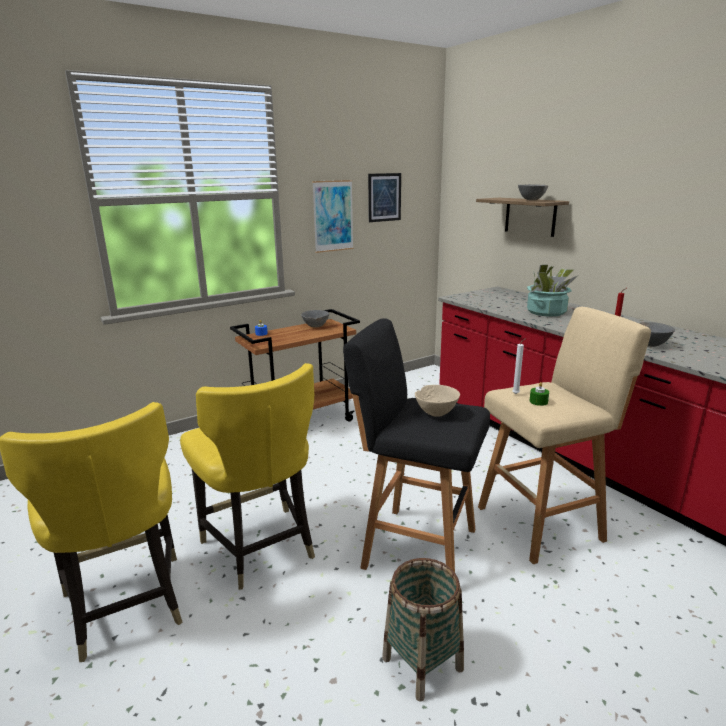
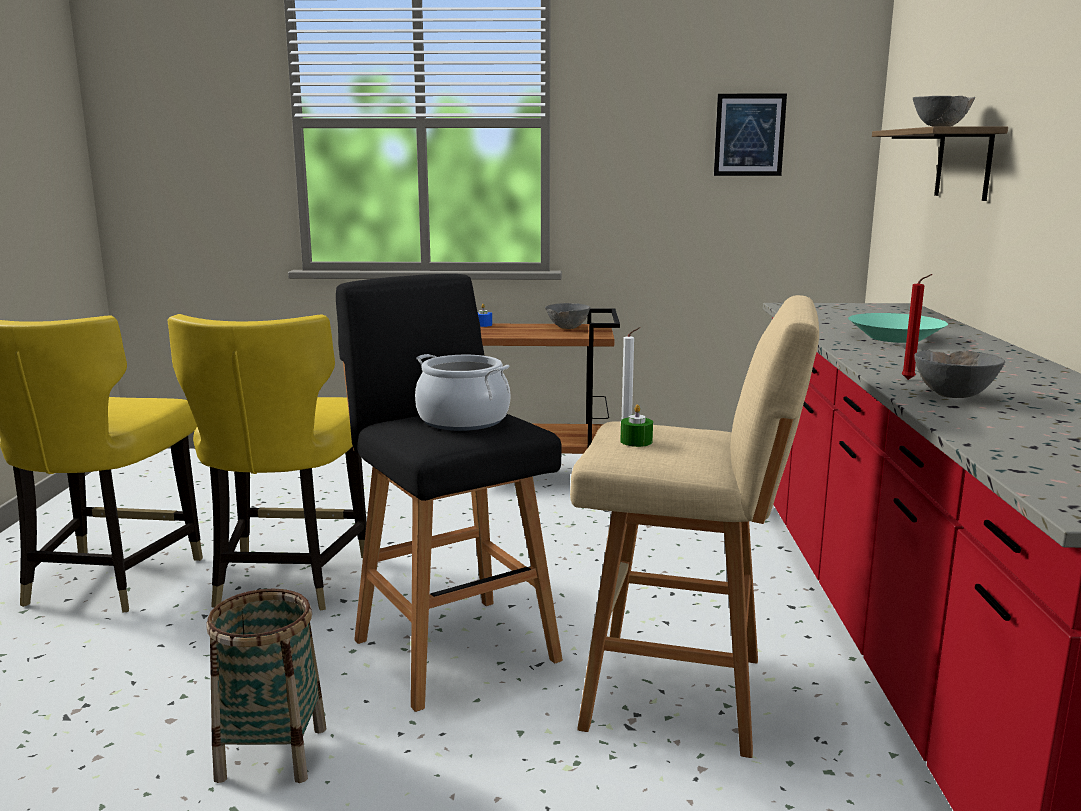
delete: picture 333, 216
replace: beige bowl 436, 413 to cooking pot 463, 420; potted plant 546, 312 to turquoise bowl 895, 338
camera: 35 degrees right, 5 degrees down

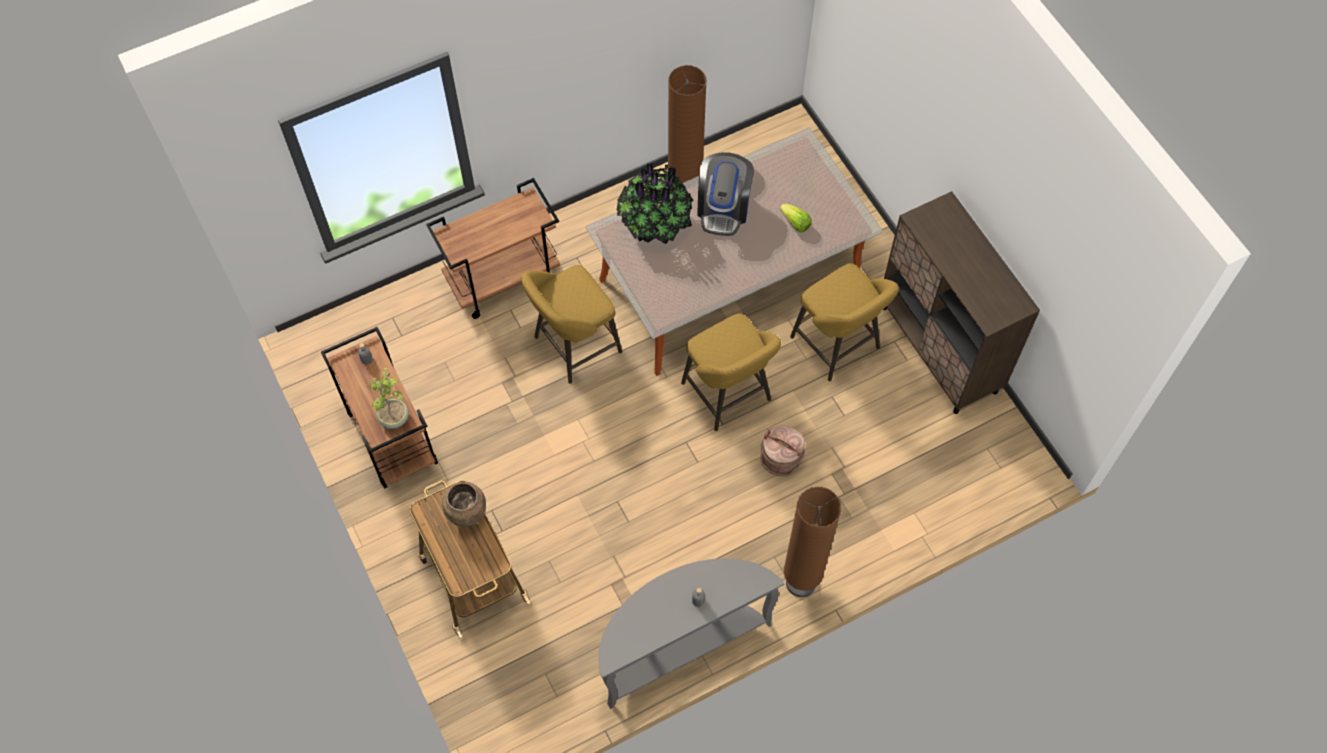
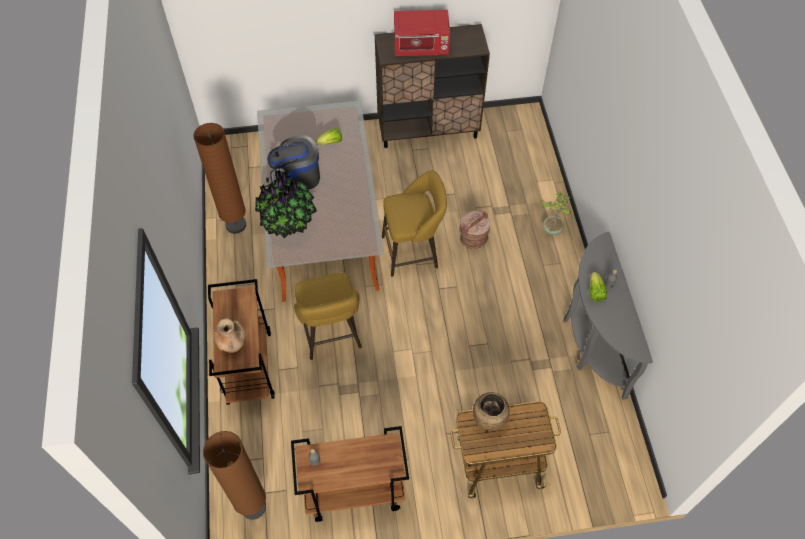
delete: yellow stool 838, 346
insert: brown vase 232, 343; red microwave 421, 48; lettuce 595, 292
move: brown floor lamp 800, 583 to 253, 507; potted plant 395, 418 to 552, 229
rotate: coffee machine 723, 208 = 297, 178 135 degrees clockwise
camera: 70 degrees left, 5 degrees down

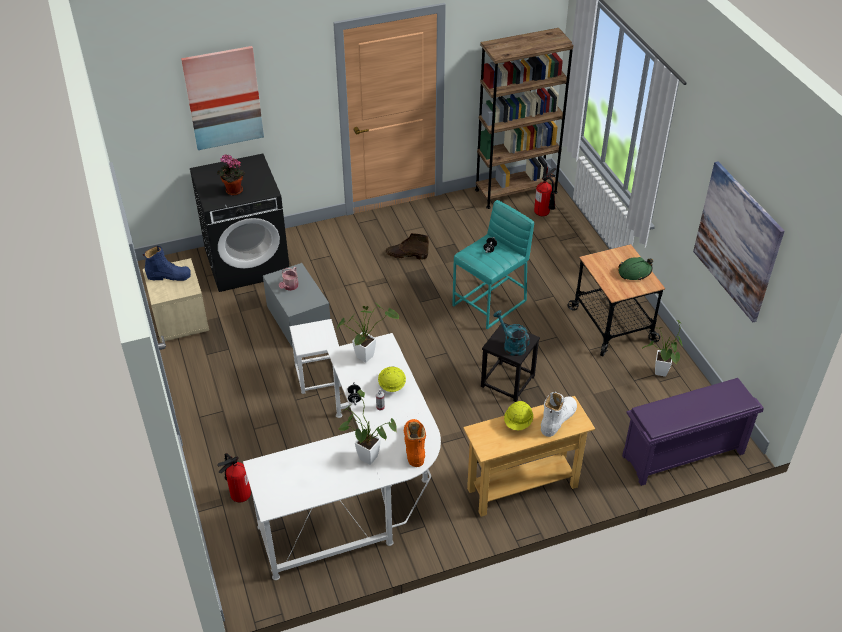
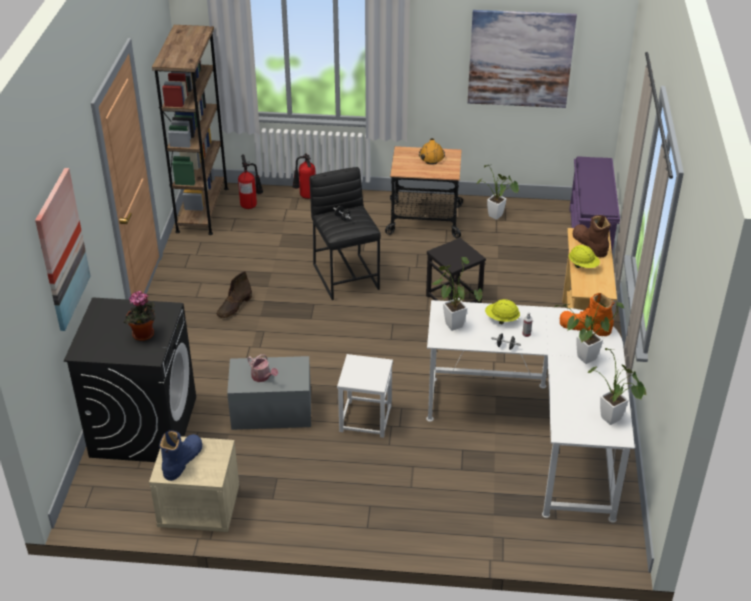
delete: turquoise watering can 511, 345
insert: potted plant 613, 421
move: fire extinguisher 238, 495 to 305, 197
recolor: turquoise stool 490, 303 to black stool 346, 276; green hard hat 634, 272 to orange hard hat 431, 156; white boot 558, 419 to brown boot 589, 244
camera: 65 degrees left, 5 degrees down

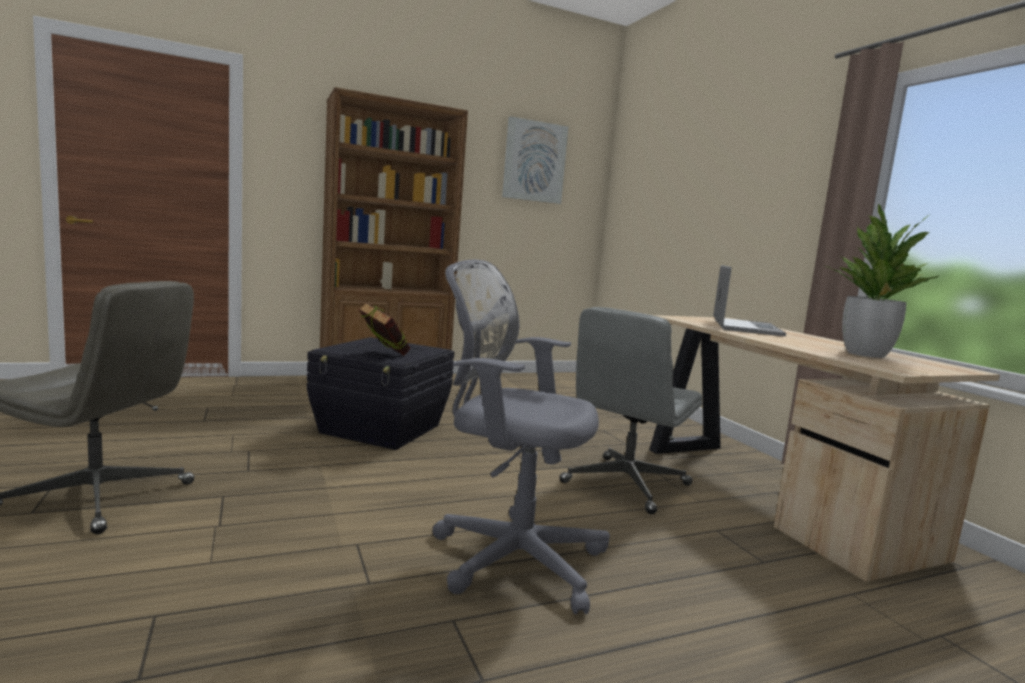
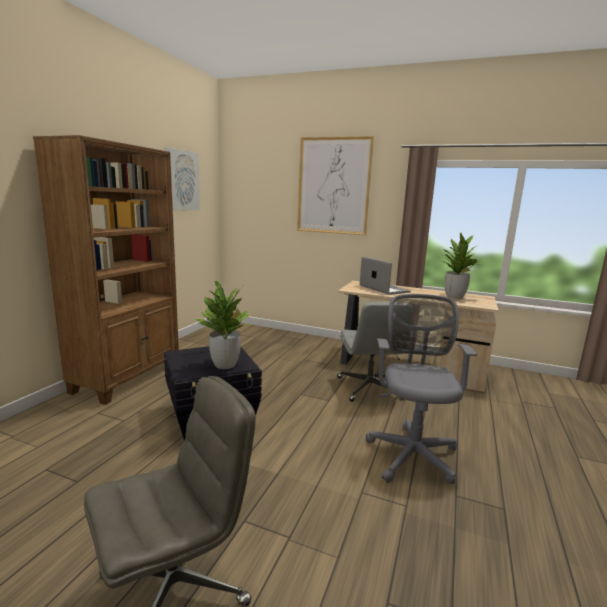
insert: picture 333, 186
replace: book 383, 355 to potted plant 225, 365
rotate: grey office chair 511, 557 = 412, 452 120 degrees clockwise
camera: 45 degrees left, 5 degrees up

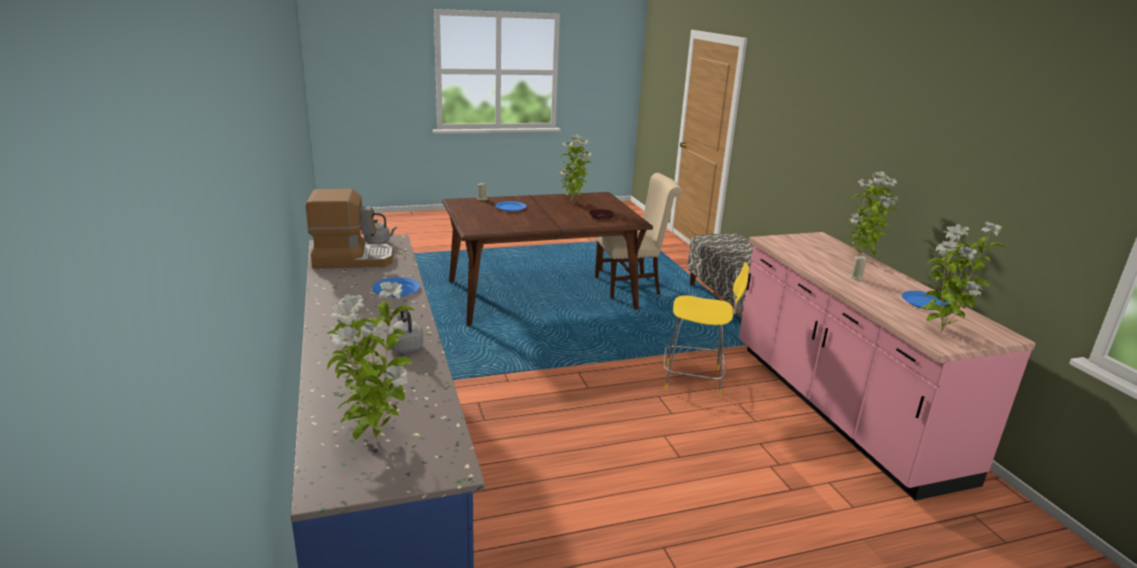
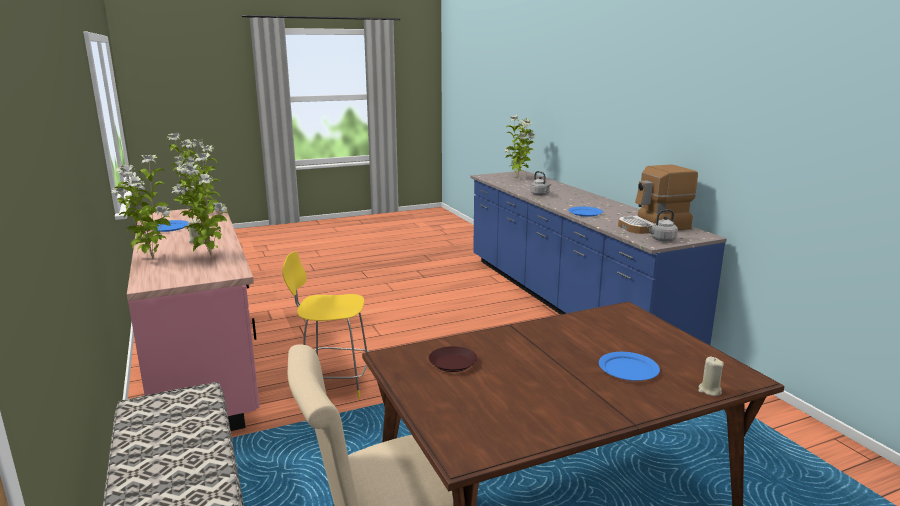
move: potted plant 572, 202 to 208, 256
camera: 175 degrees right, 5 degrees down

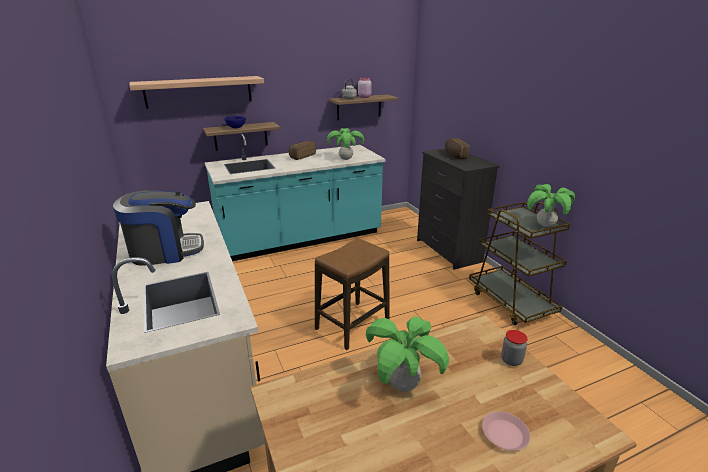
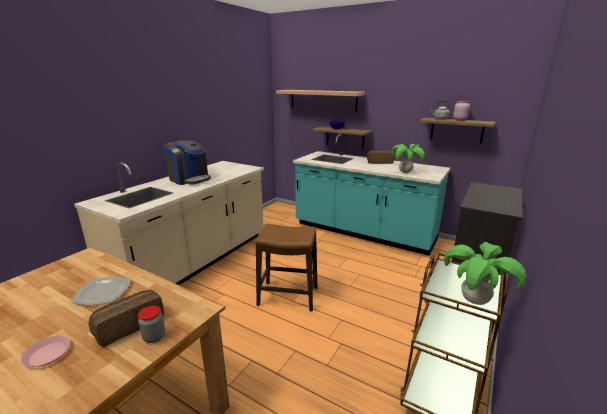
move: bread 454, 155 to 129, 325
replace: potted plant 403, 385 to plate 103, 292
camera: 55 degrees right, 5 degrees down

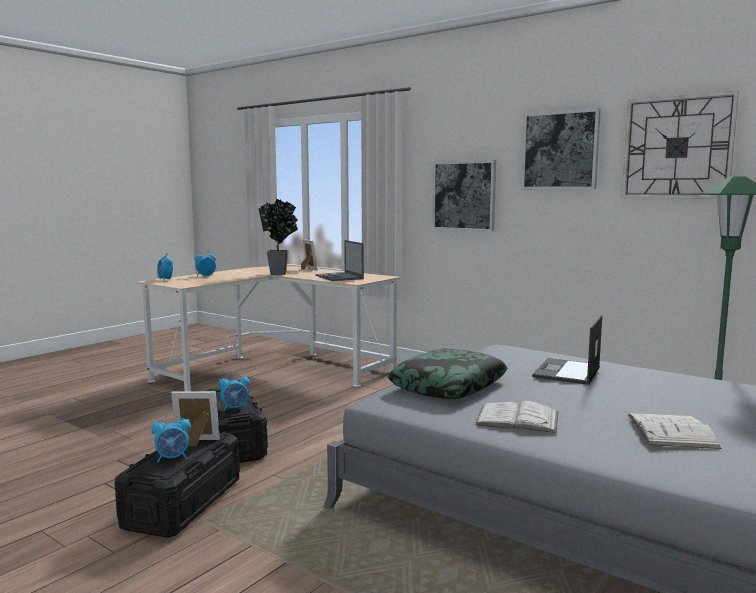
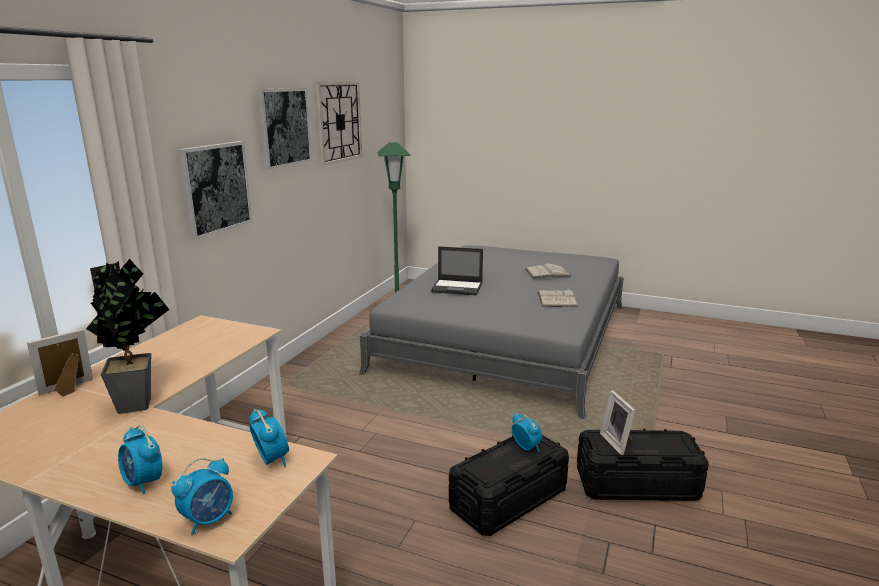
delete: laptop 339, 277; pillow 448, 386
move: alarm clock 173, 458 to 271, 459
camera: 105 degrees left, 10 degrees up

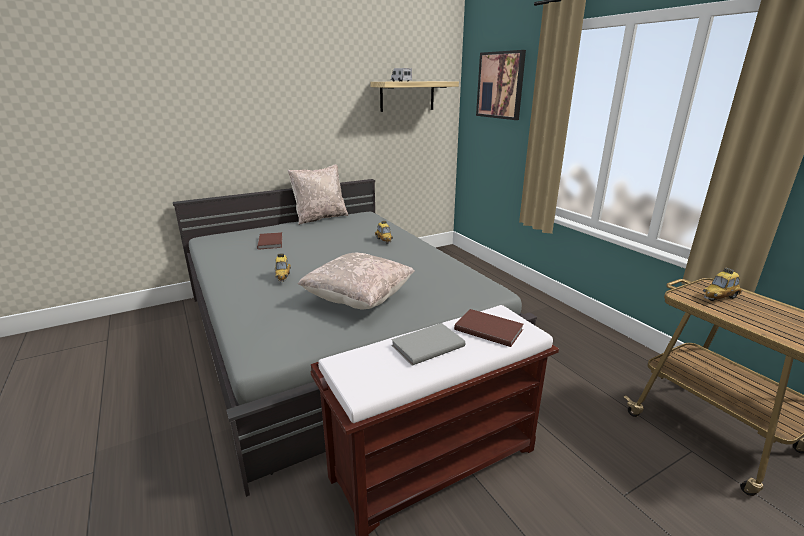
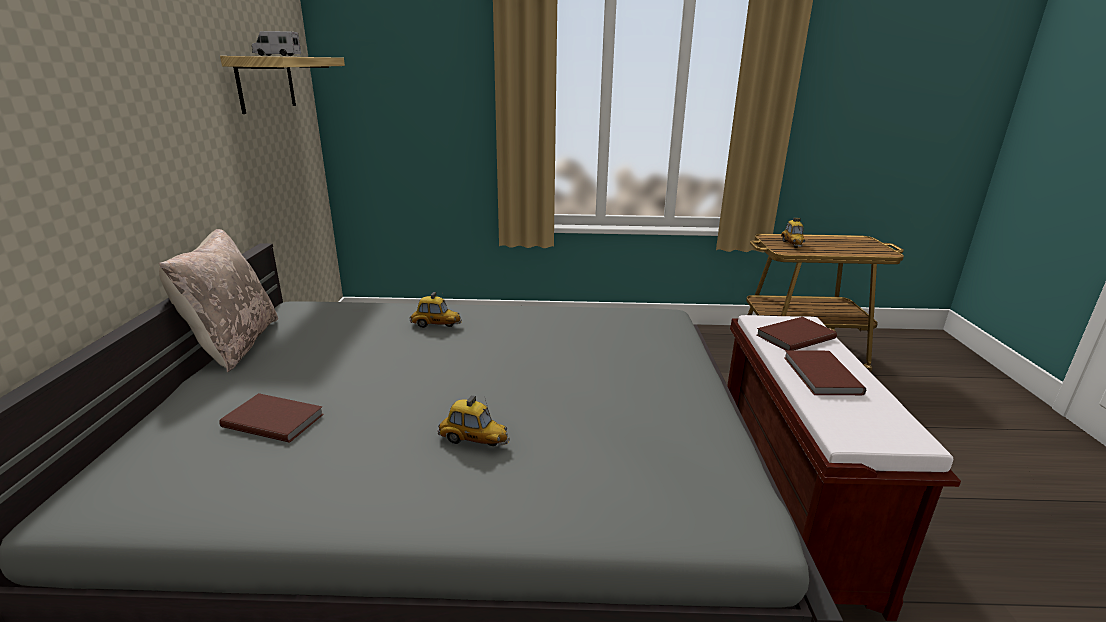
delete: beige pillow 358, 300; picture 500, 85
recolor: grey book 426, 345 to brown book 820, 376
camera: 60 degrees left, 0 degrees up

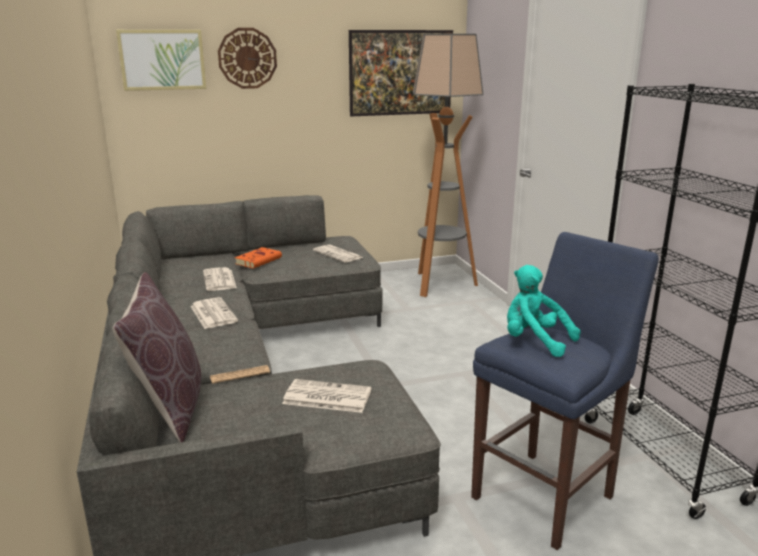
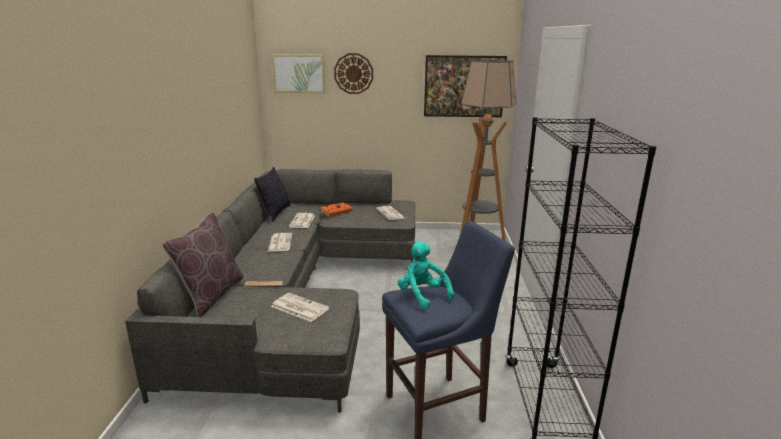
insert: pillow 275, 213
camera: 20 degrees right, 0 degrees up

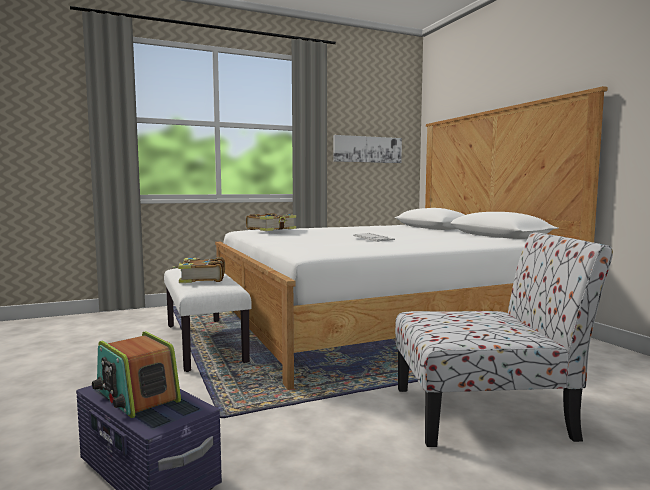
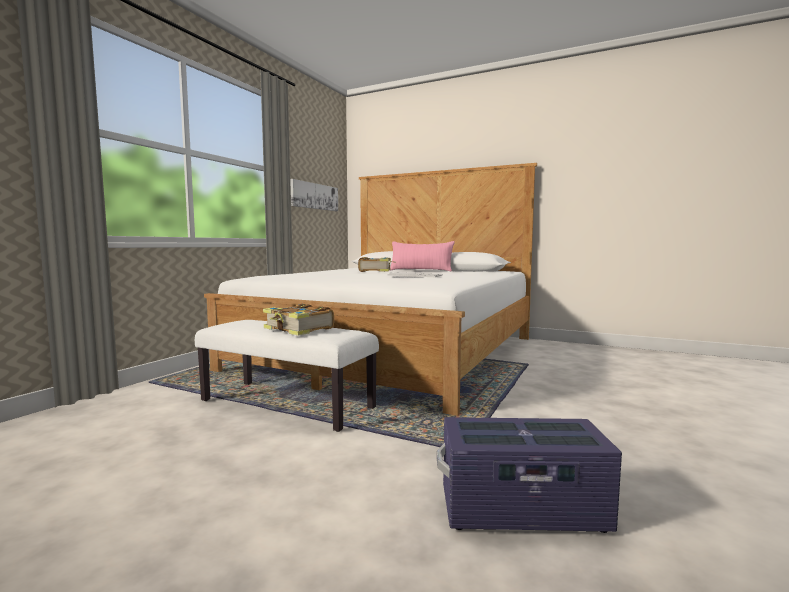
delete: radio 137, 396; chair 485, 413
insert: pink pillow 421, 270
move: book 272, 229 to 376, 271
camera: 40 degrees left, 0 degrees up

